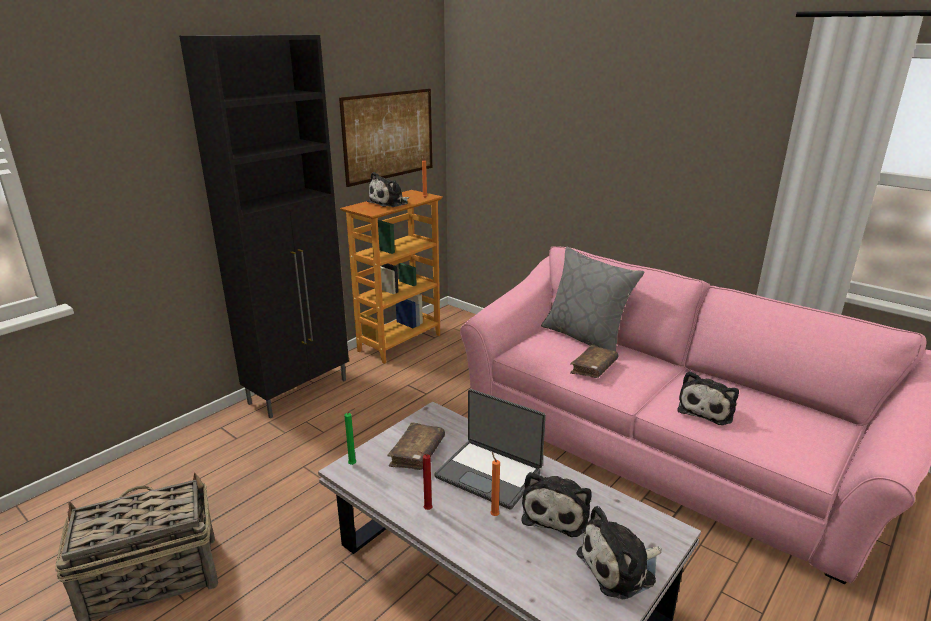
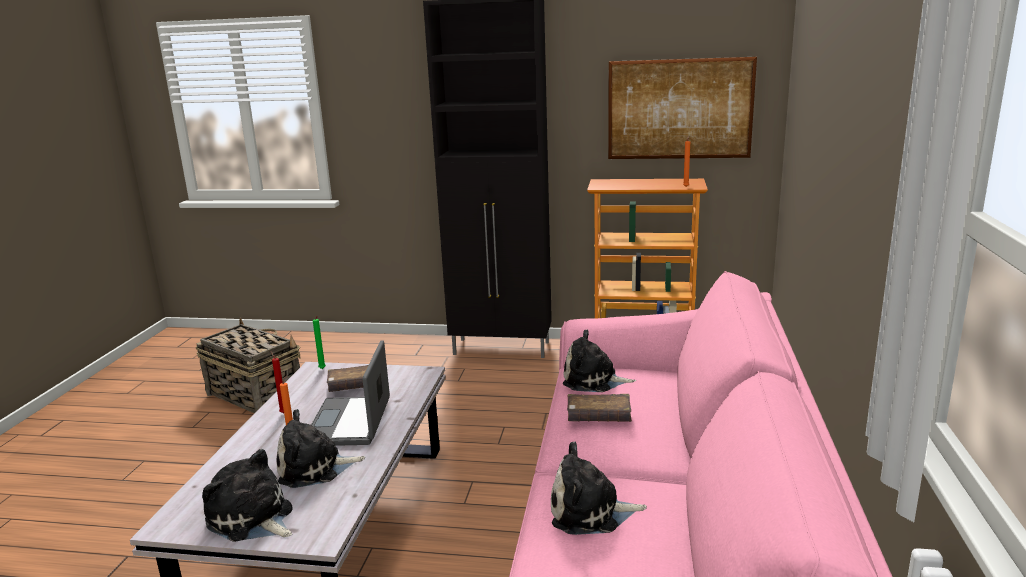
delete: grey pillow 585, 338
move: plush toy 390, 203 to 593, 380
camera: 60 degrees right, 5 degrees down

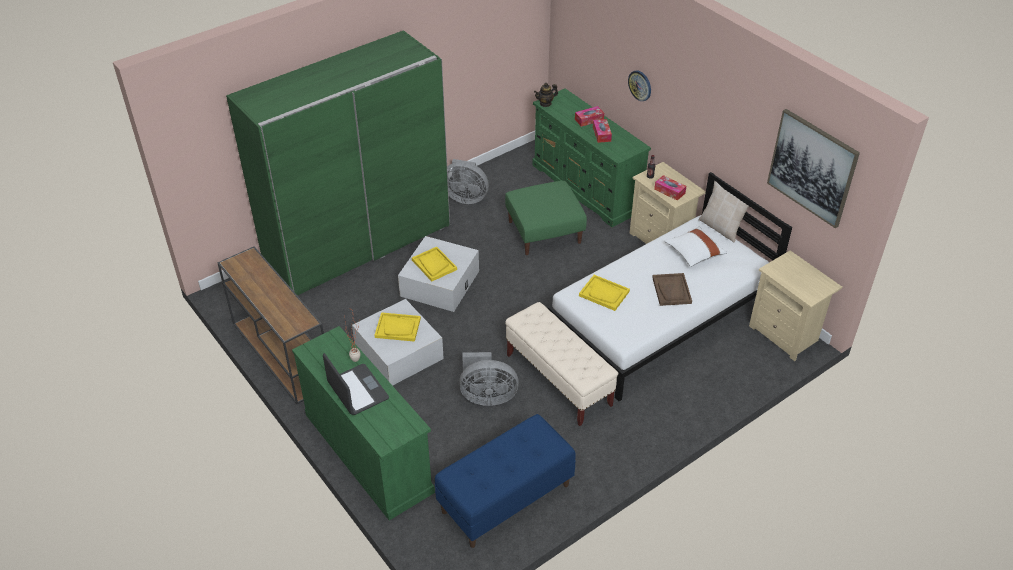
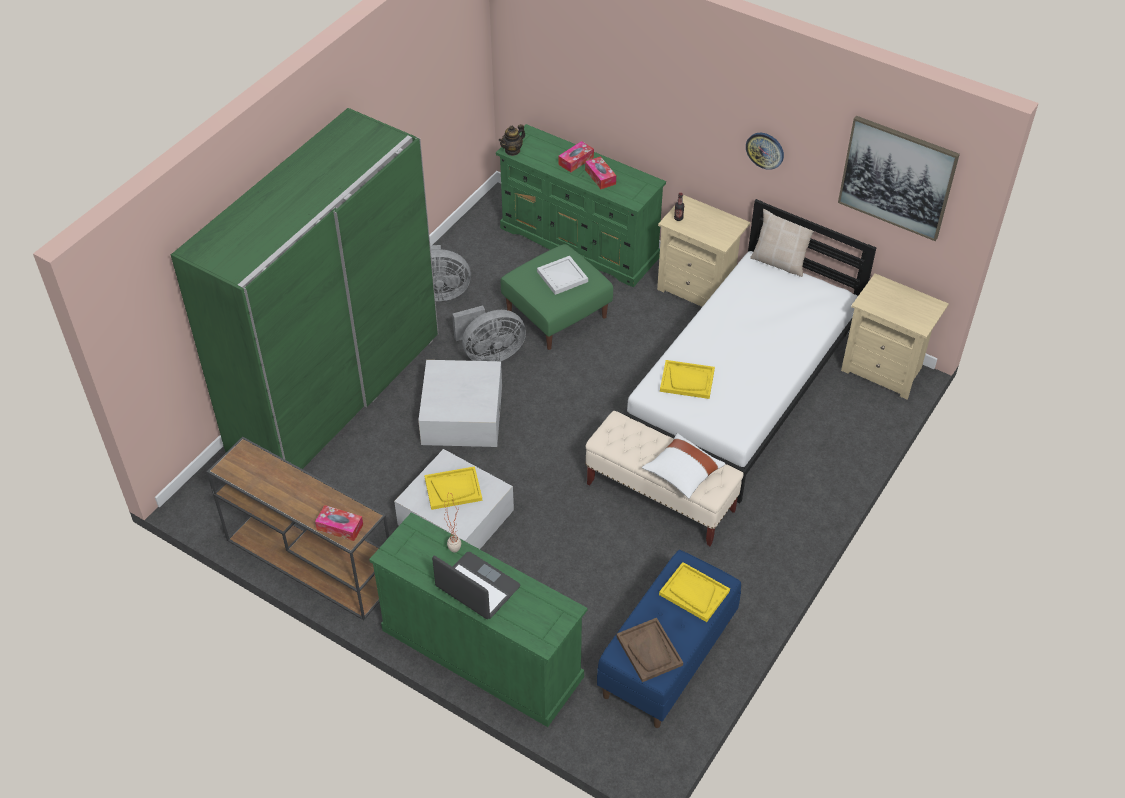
insert: white tray 562, 276
move: tissue box 669, 191 to 340, 527; grey fan 487, 396 to 490, 354; brown tray 671, 290 to 649, 651; white pillow 694, 253 to 682, 473; yellow tray 434, 265 to 694, 593; wall clock 640, 85 to 765, 150
camera: 20 degrees left, 5 degrees up

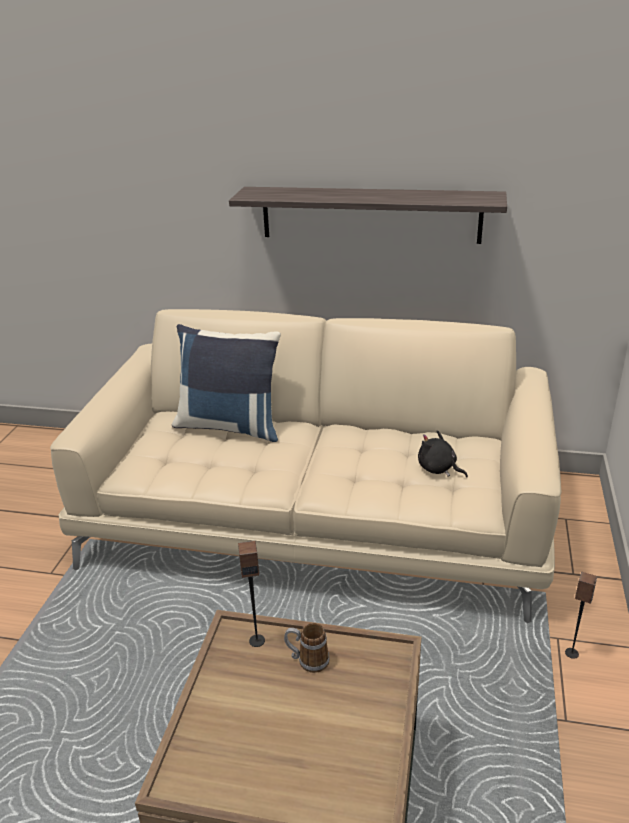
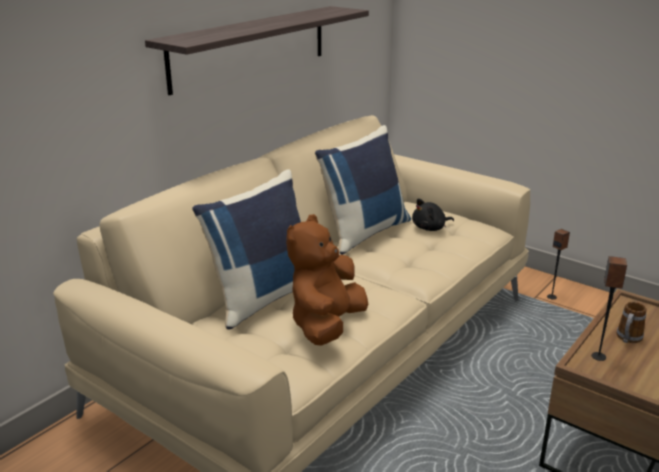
insert: brown plush toy 326, 325; blue pillow 364, 232
camera: 65 degrees left, 5 degrees down

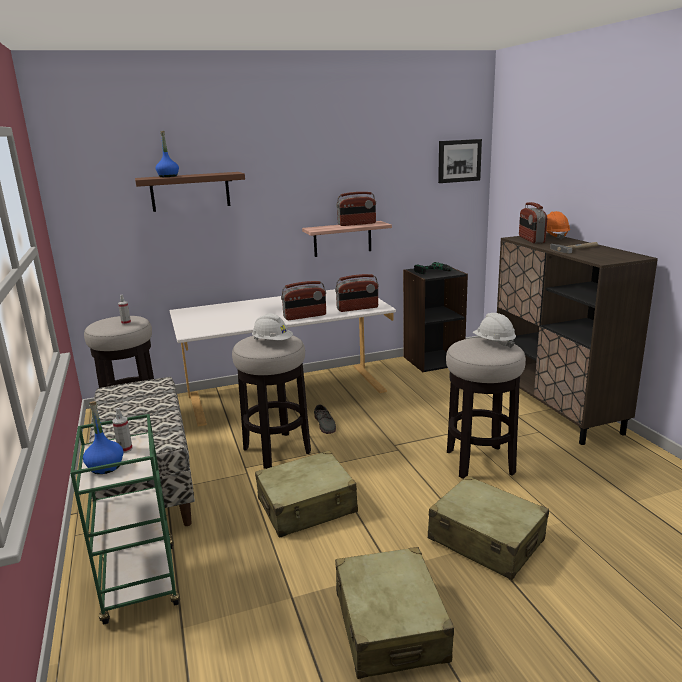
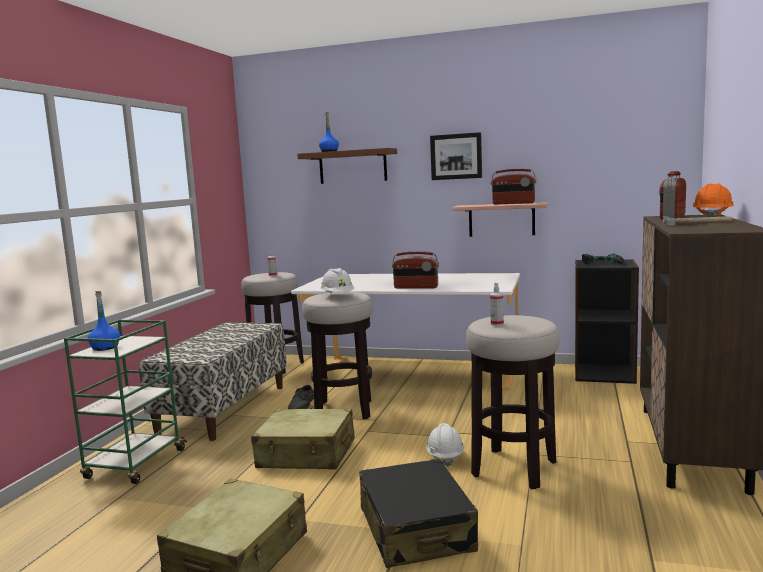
delete: radio 357, 308
move: grey shoe 325, 424 to 302, 405; white hard hat 494, 343 to 445, 457; picture 459, 161 to 456, 156; spray bottle 125, 449 to 497, 324
recolor: beige suitcase 486, 540 to black suitcase 416, 530
camera: 35 degrees right, 10 degrees down

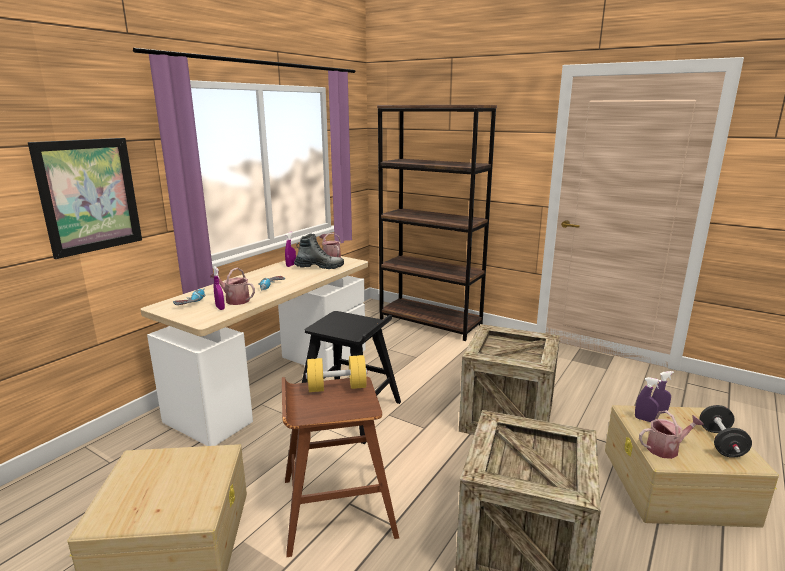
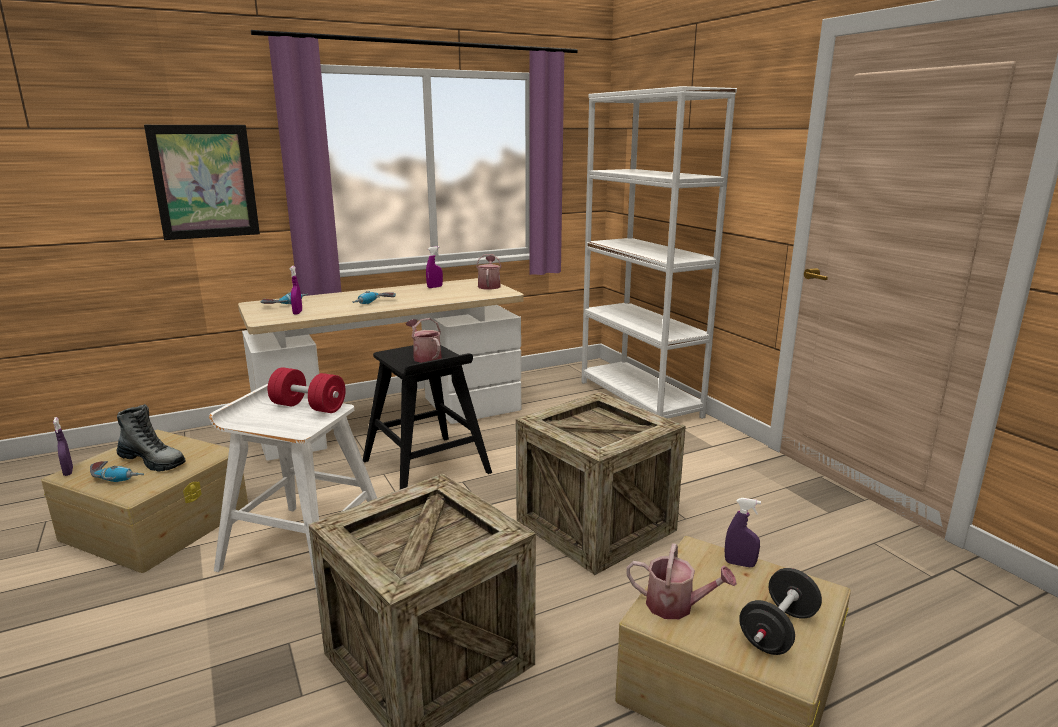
insert: power drill 117, 477
move: purple spray bottle 644, 419 to 68, 472; boot 319, 267 to 153, 461; watering can 235, 300 to 425, 357
recolor: brown stool 336, 507 to white stool 304, 547; yellow dumbbell 337, 387 to red dumbbell 308, 407; brown bookcase 430, 323 to white bookcase 639, 399
camera: 30 degrees right, 0 degrees up

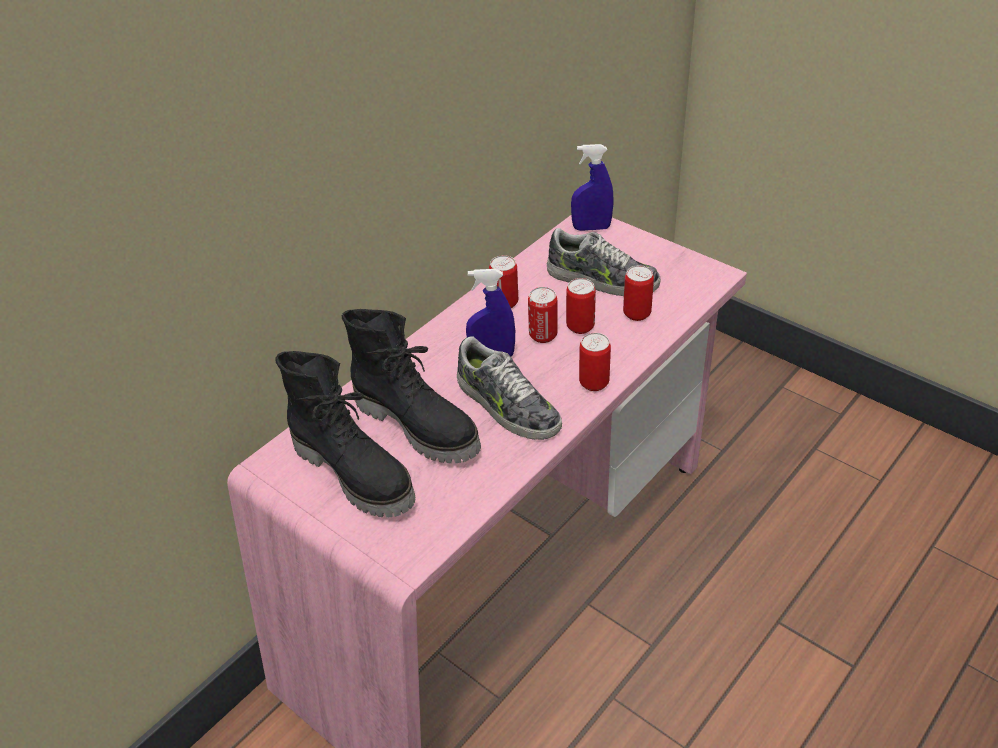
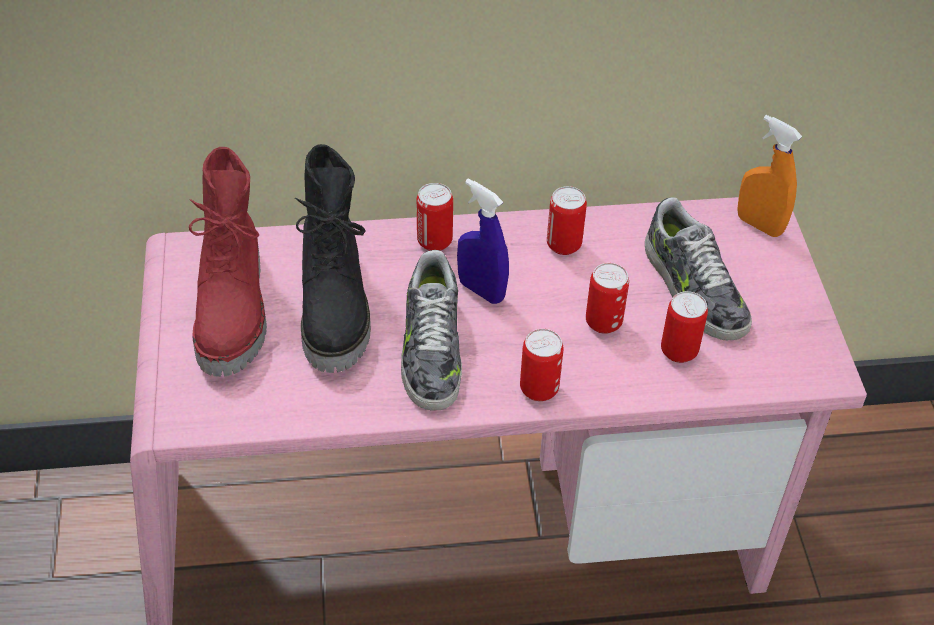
move: can 543, 335 to 434, 241
recolor: black boot 356, 473 to red boot 235, 311; blue spray bottle 591, 228 to orange spray bottle 759, 225
camera: 40 degrees right, 5 degrees up

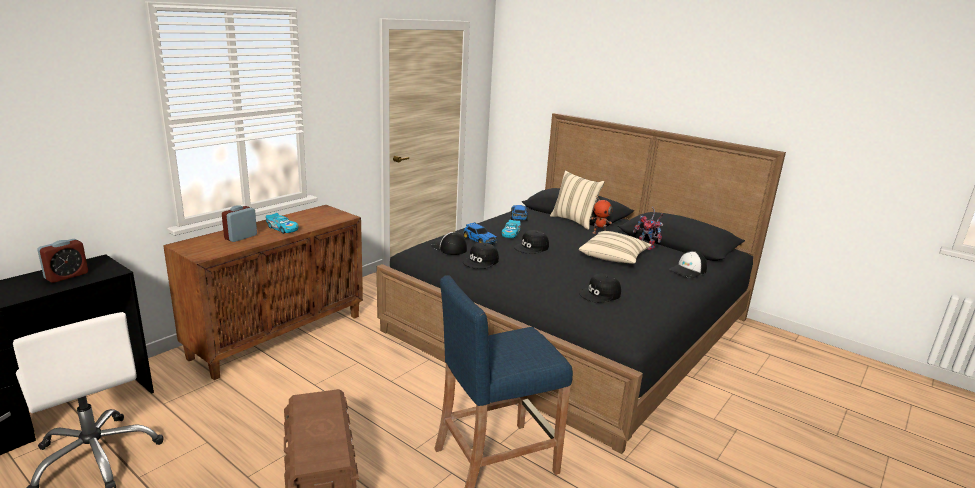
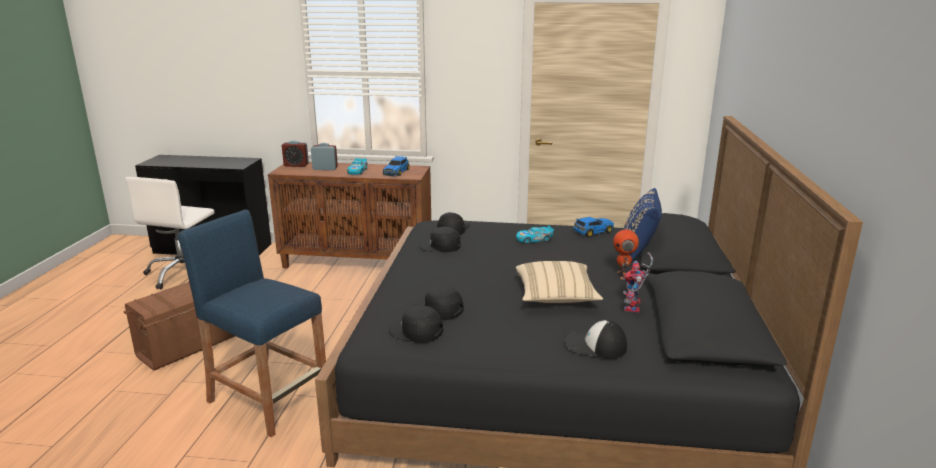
move: alarm clock 66, 276 to 296, 165; toy car 479, 240 to 396, 172; black cap 532, 247 to 416, 331
recolor: beige pillow 574, 221 to blue pillow 638, 256
camera: 60 degrees right, 0 degrees up

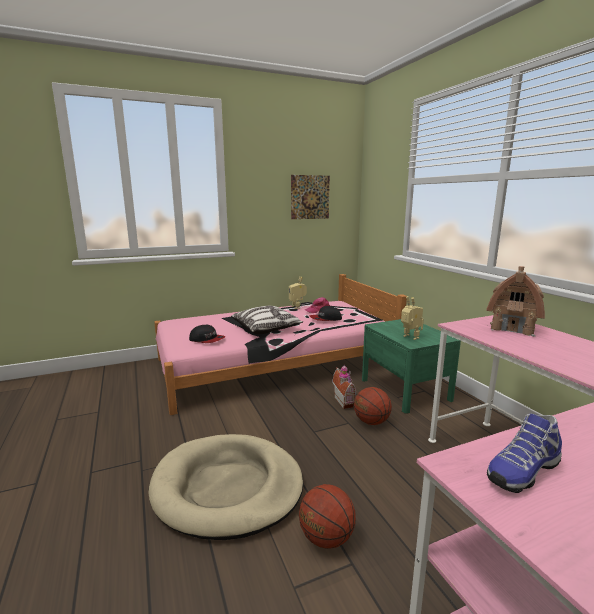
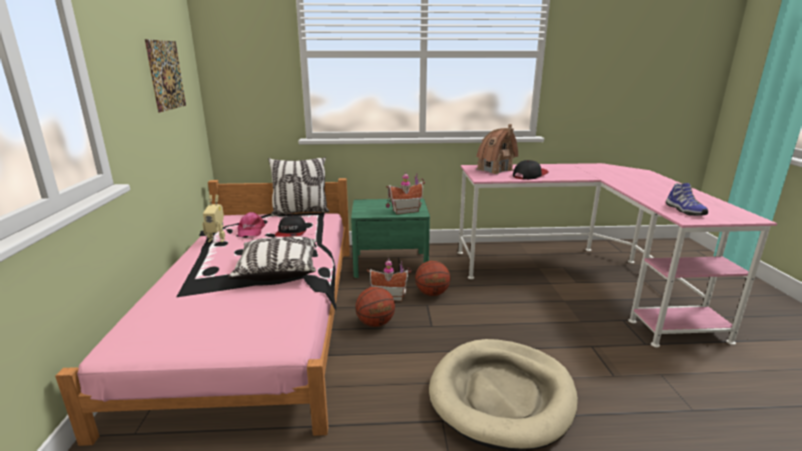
insert: pillow 300, 212
move: basketball 326, 537 to 375, 323; cap 207, 339 to 529, 175
replace: toy robot 409, 337 to toy house 404, 210
camera: 70 degrees left, 5 degrees up

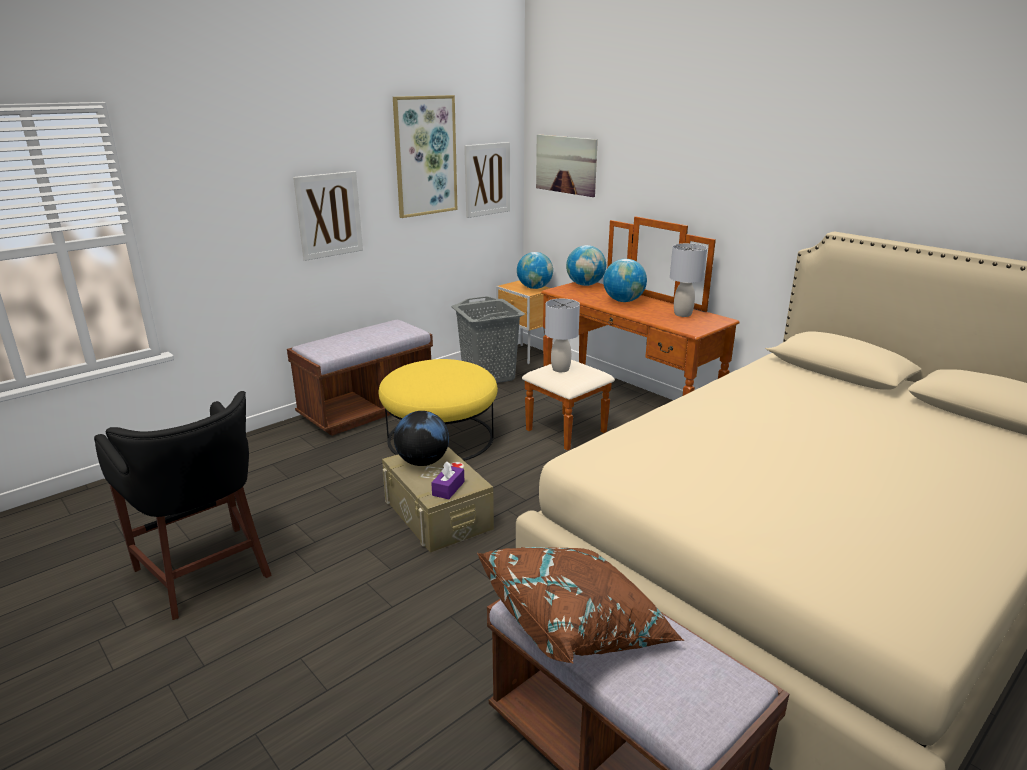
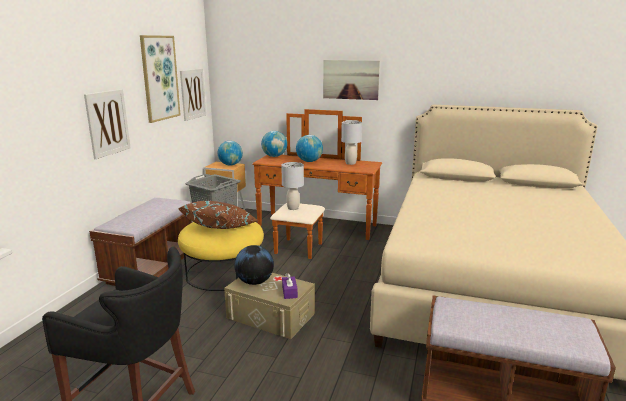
move: brown pillow 577, 625 to 221, 227; picture 566, 164 to 350, 79
camera: 30 degrees left, 5 degrees down

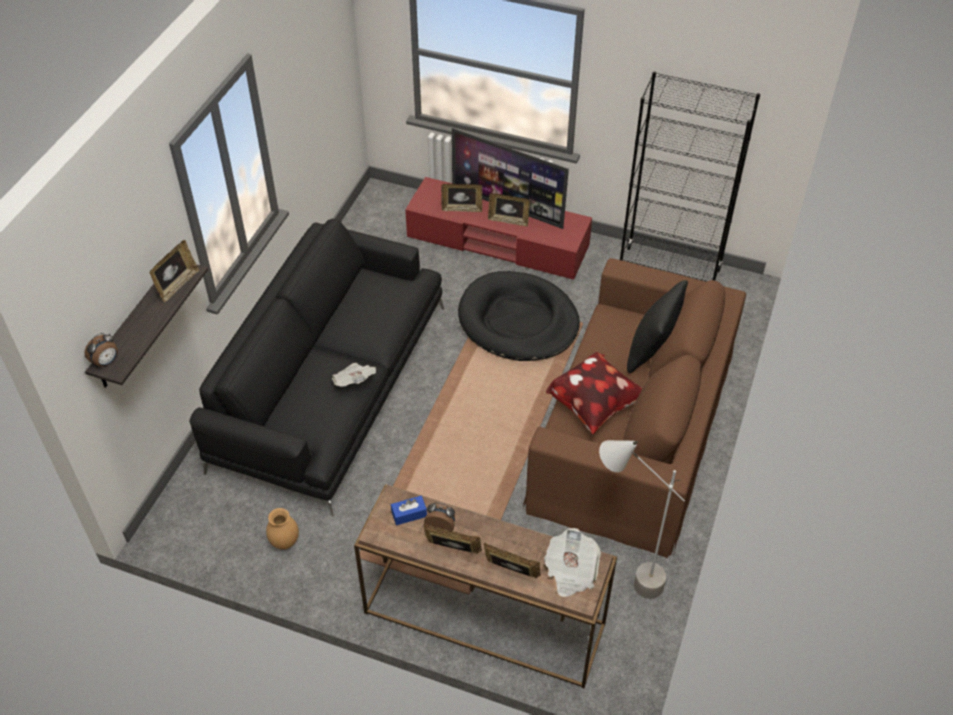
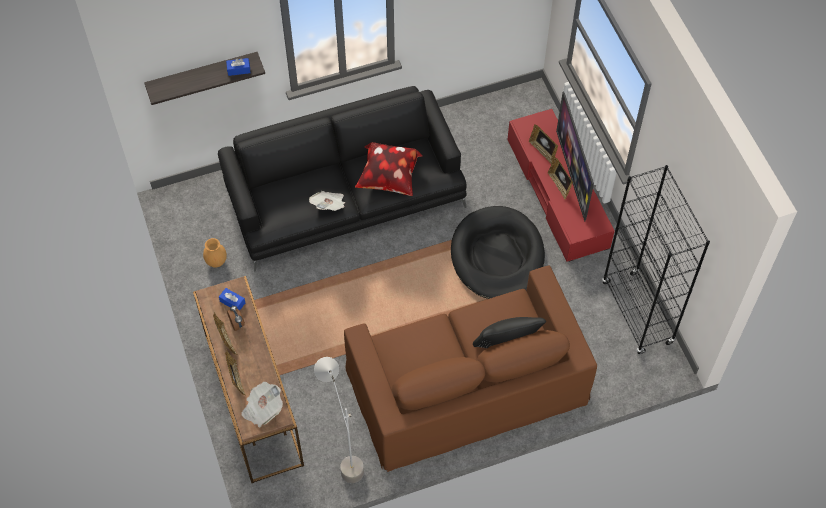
delete: alarm clock 106, 362
move: pillow 595, 406 to 389, 180
replace: picture frame 177, 285 to blue tissue box 238, 70
camera: 50 degrees right, 10 degrees up

